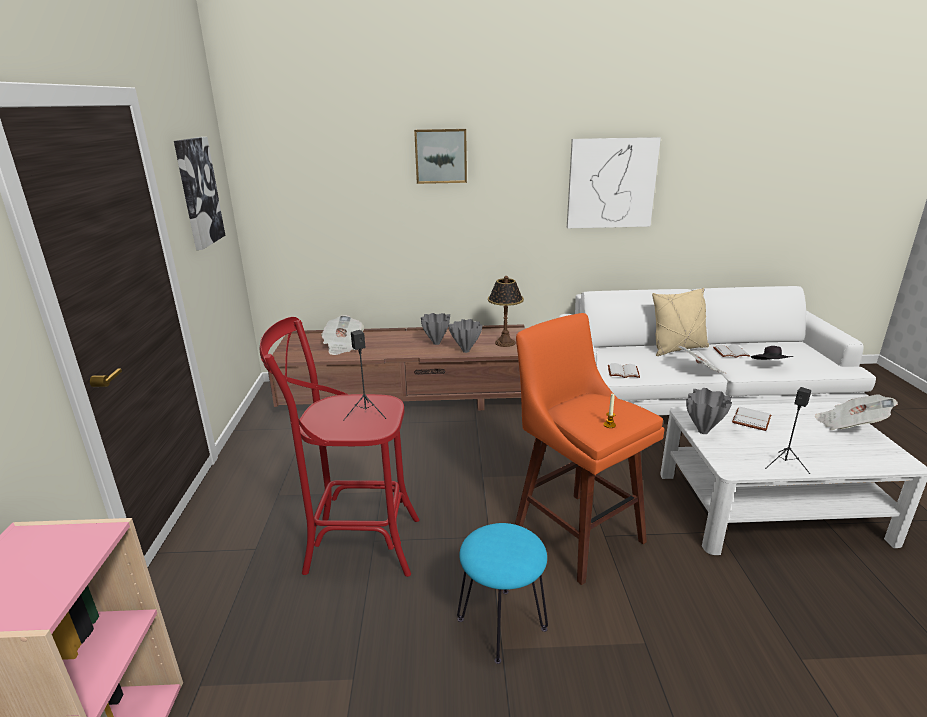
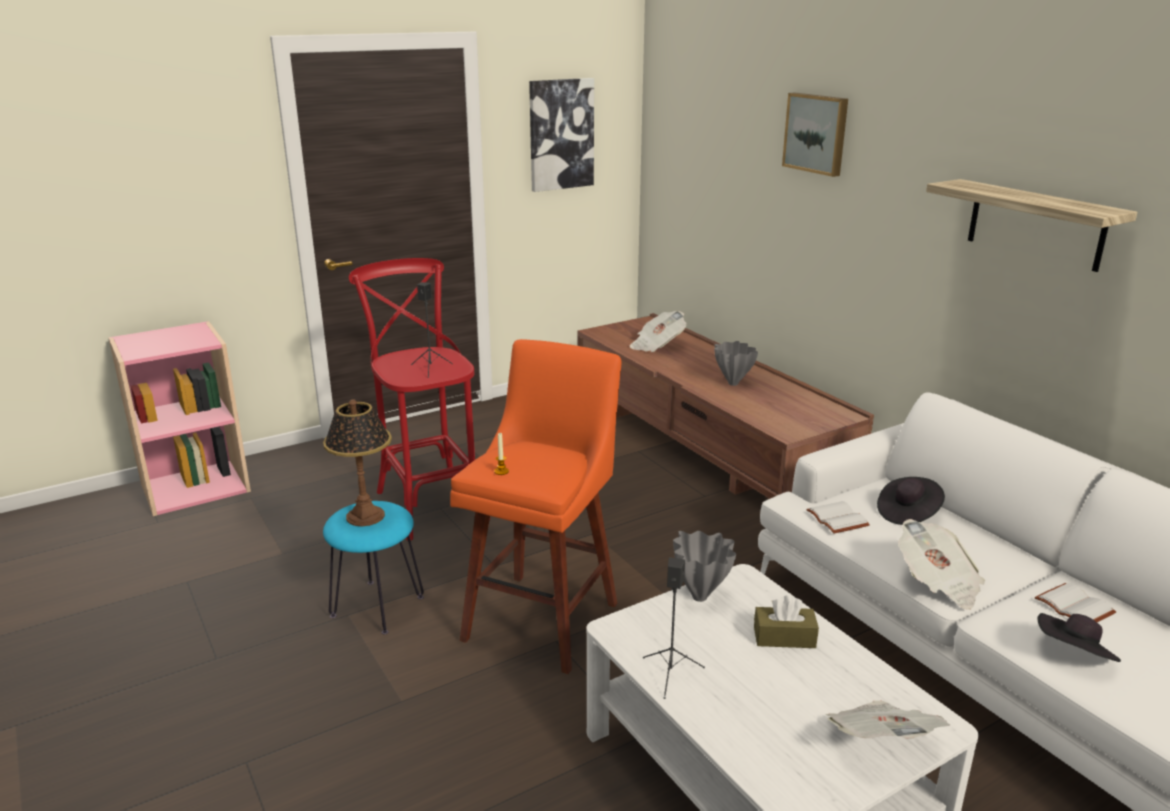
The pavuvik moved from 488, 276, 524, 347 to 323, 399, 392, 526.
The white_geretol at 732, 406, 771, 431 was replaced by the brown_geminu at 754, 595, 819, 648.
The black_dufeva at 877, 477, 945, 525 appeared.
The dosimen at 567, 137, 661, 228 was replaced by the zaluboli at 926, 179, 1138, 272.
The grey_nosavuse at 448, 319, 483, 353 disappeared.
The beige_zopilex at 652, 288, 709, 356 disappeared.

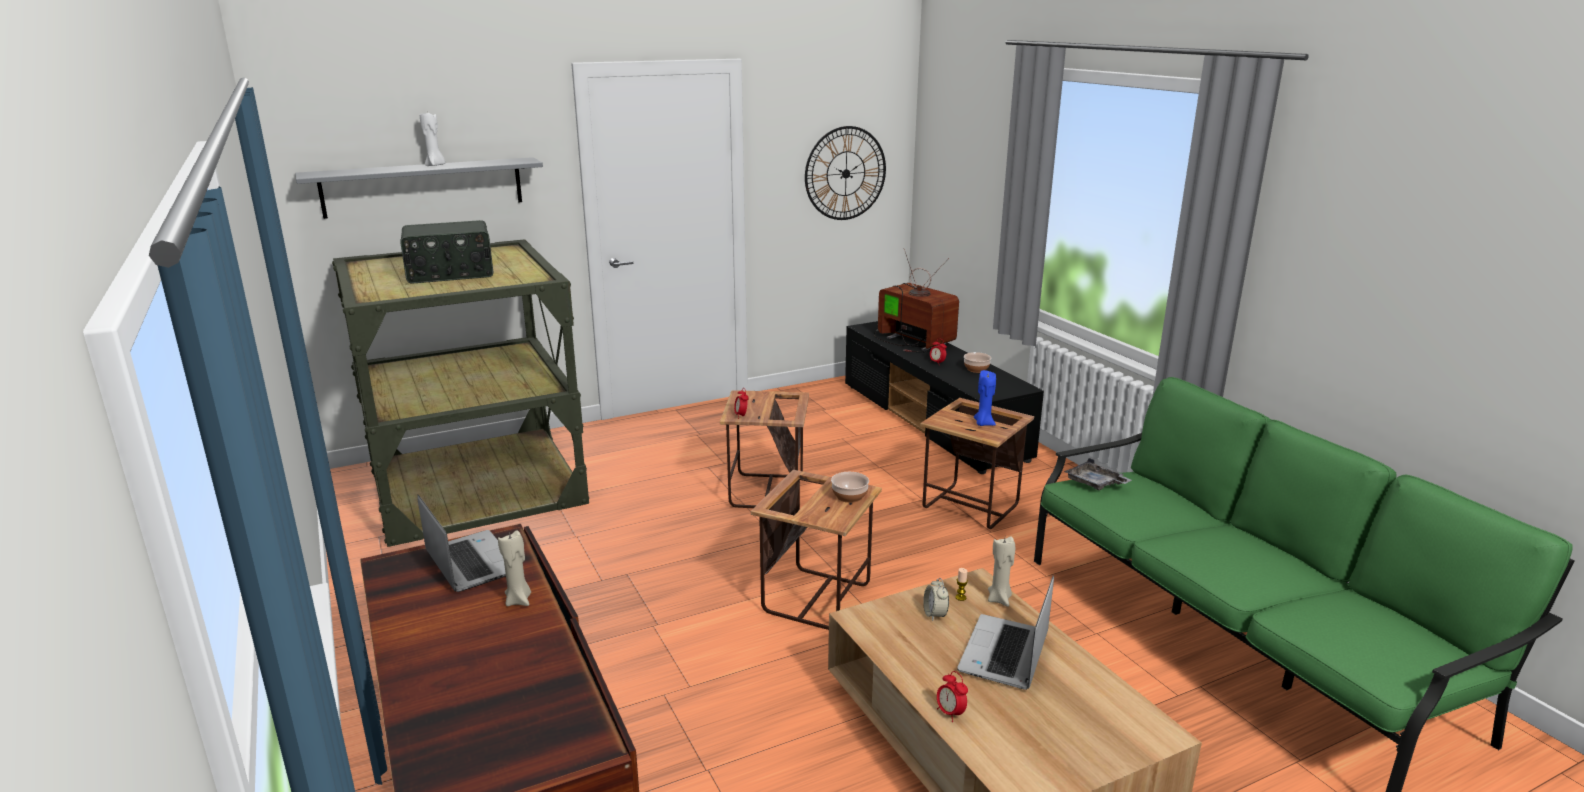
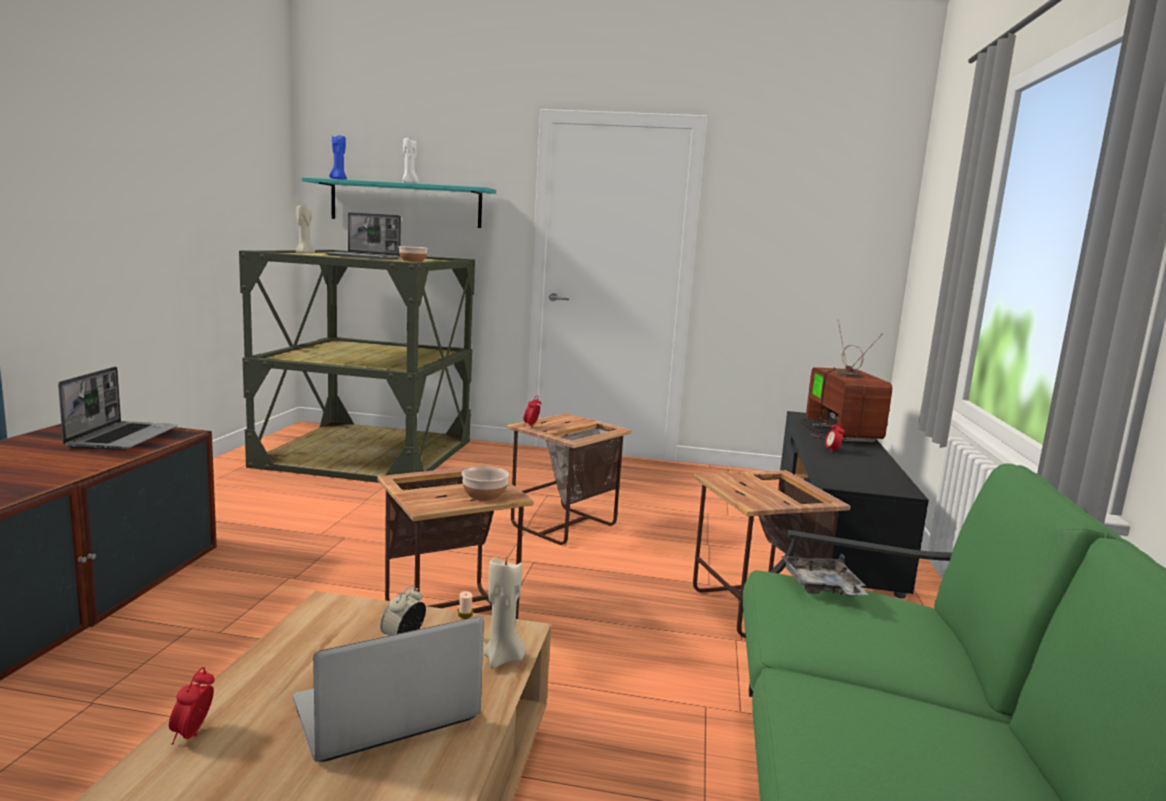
The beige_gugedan moved from 498, 530, 531, 606 to 296, 205, 315, 253.
The grey_zaluboli at 295, 157, 543, 219 became the turquoise_zaluboli at 302, 177, 496, 228.
The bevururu at 400, 220, 493, 283 was replaced by the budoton at 325, 212, 401, 259.
The blue_gugedan moved from 974, 370, 996, 426 to 329, 135, 347, 180.
The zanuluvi moved from 964, 352, 991, 373 to 399, 246, 428, 262.
The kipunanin at 805, 126, 886, 220 disappeared.

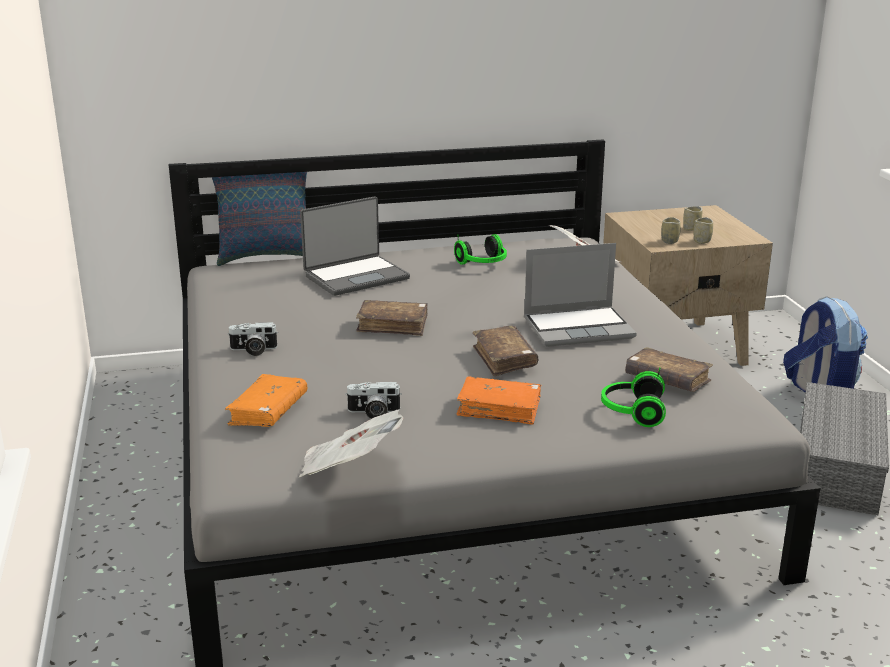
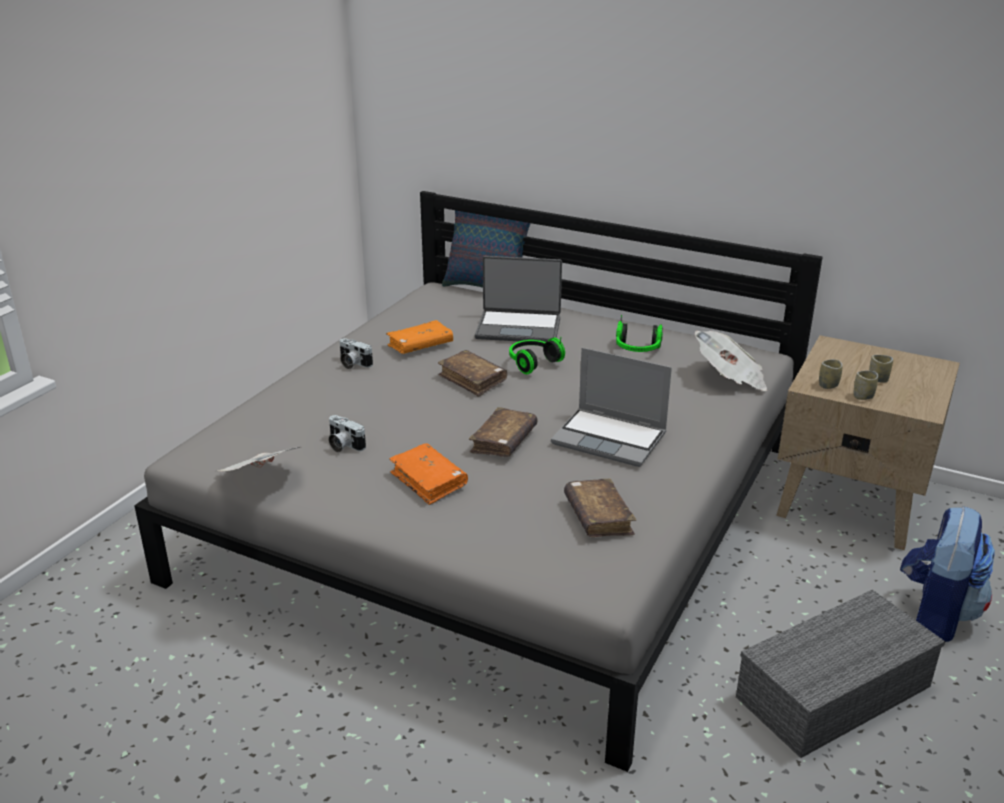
The orange_geretol moved from 225, 374, 307, 427 to 386, 320, 453, 354.
The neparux moved from 601, 368, 666, 427 to 509, 337, 565, 374.

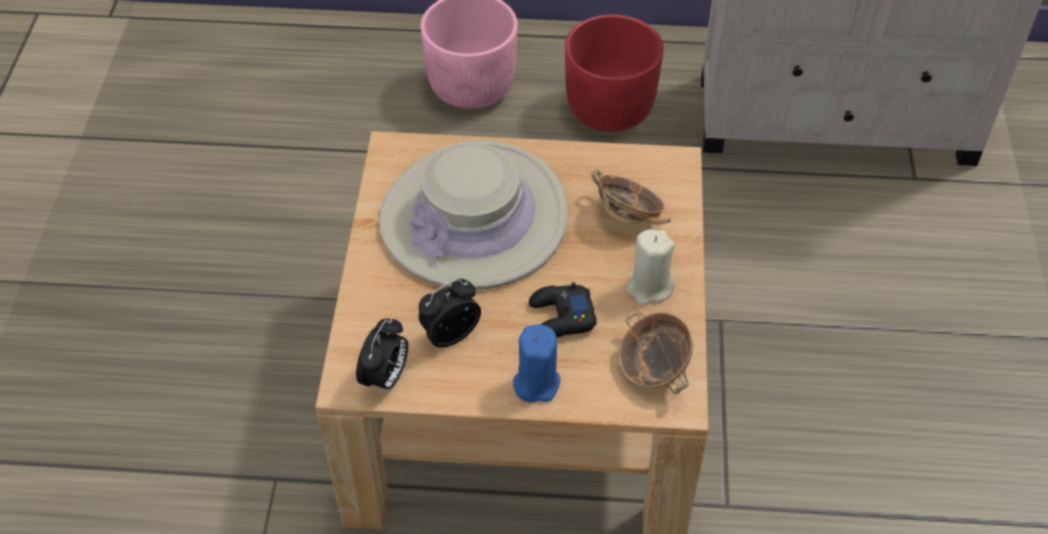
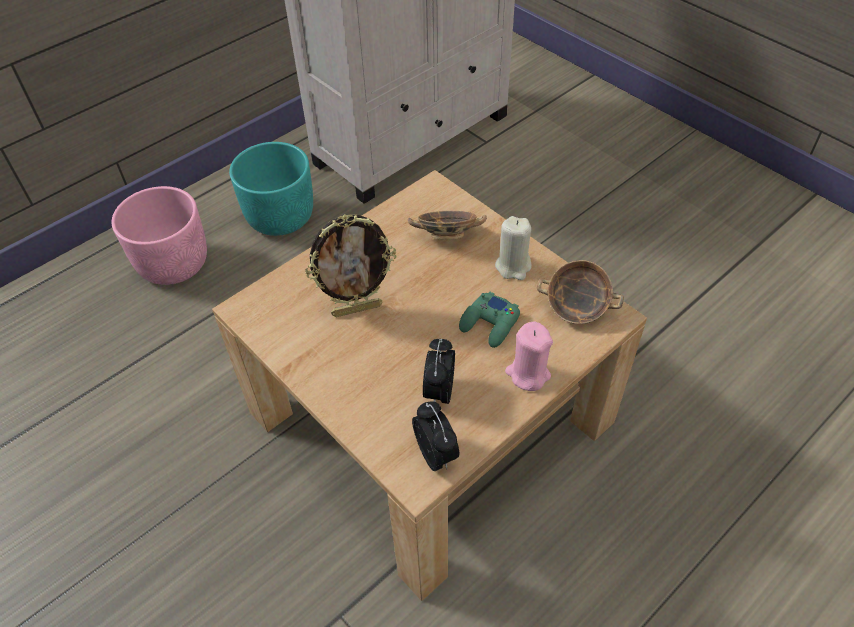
The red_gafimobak at 565, 14, 664, 132 became the turquoise_gafimobak at 229, 142, 313, 236.
The beige_dufeva at 379, 140, 568, 289 was replaced by the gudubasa at 305, 214, 396, 317.
The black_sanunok at 529, 282, 597, 338 became the green_sanunok at 459, 292, 520, 348.
The blue_gugedan at 513, 324, 560, 402 became the pink_gugedan at 505, 322, 553, 391.

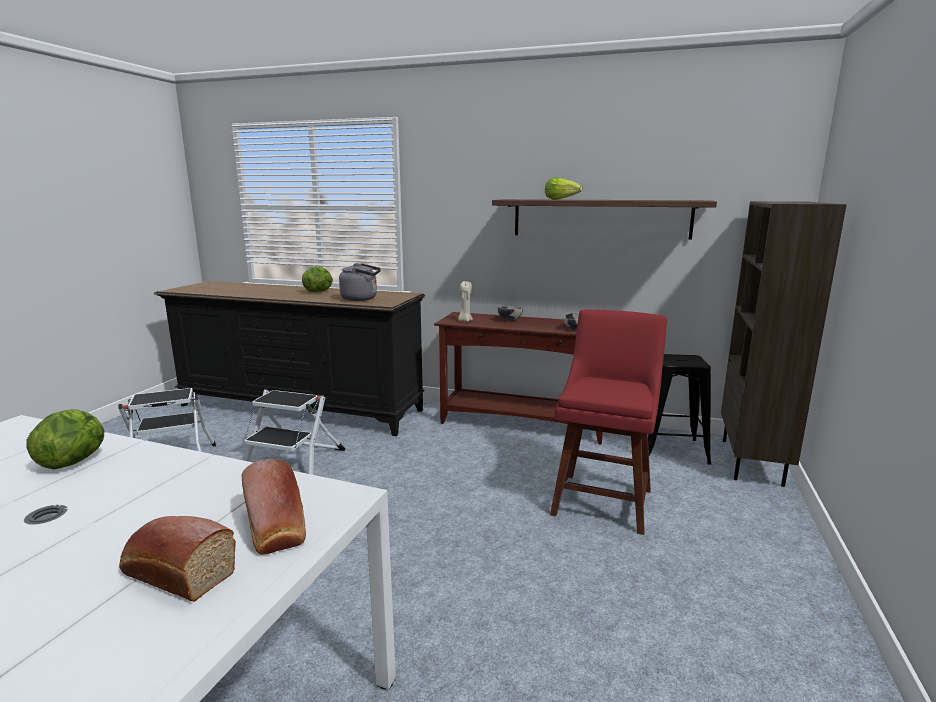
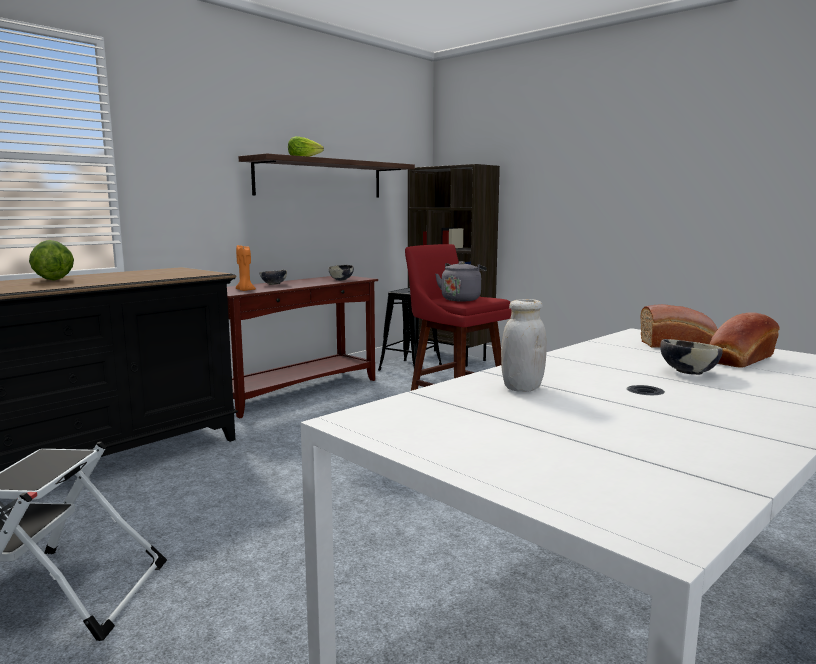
The beige_gugedan at 458, 281, 473, 322 became the orange_gugedan at 236, 245, 256, 291.
The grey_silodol moved from 339, 263, 381, 301 to 435, 261, 487, 301.
The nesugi at 26, 409, 104, 470 was replaced by the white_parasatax at 501, 299, 547, 392.
The zanuluvi at 660, 339, 723, 375 appeared.
The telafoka at 244, 388, 346, 475 disappeared.

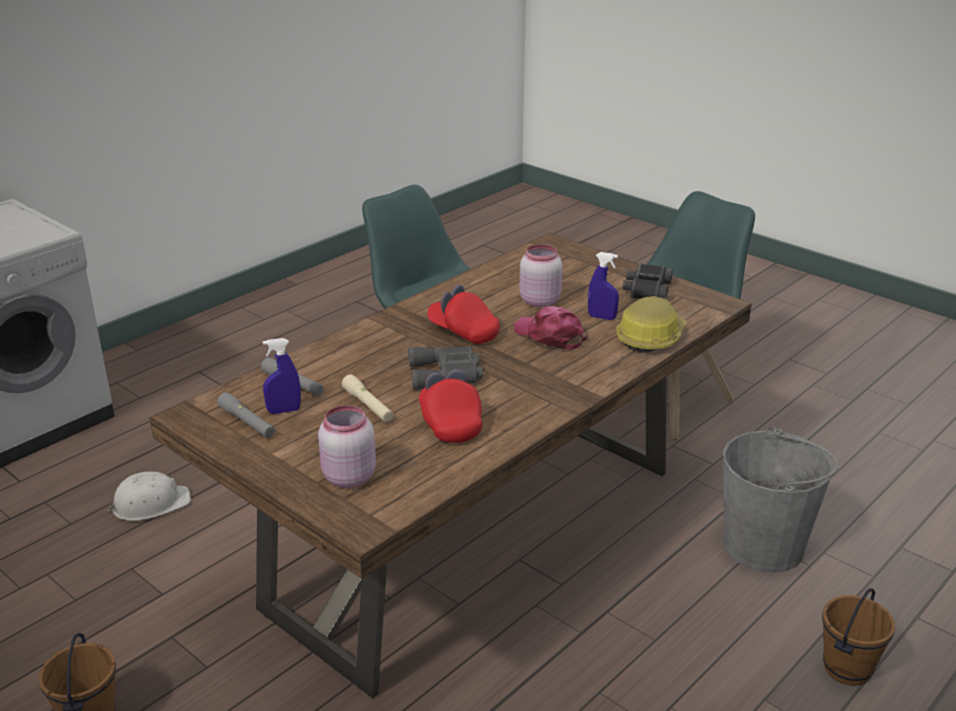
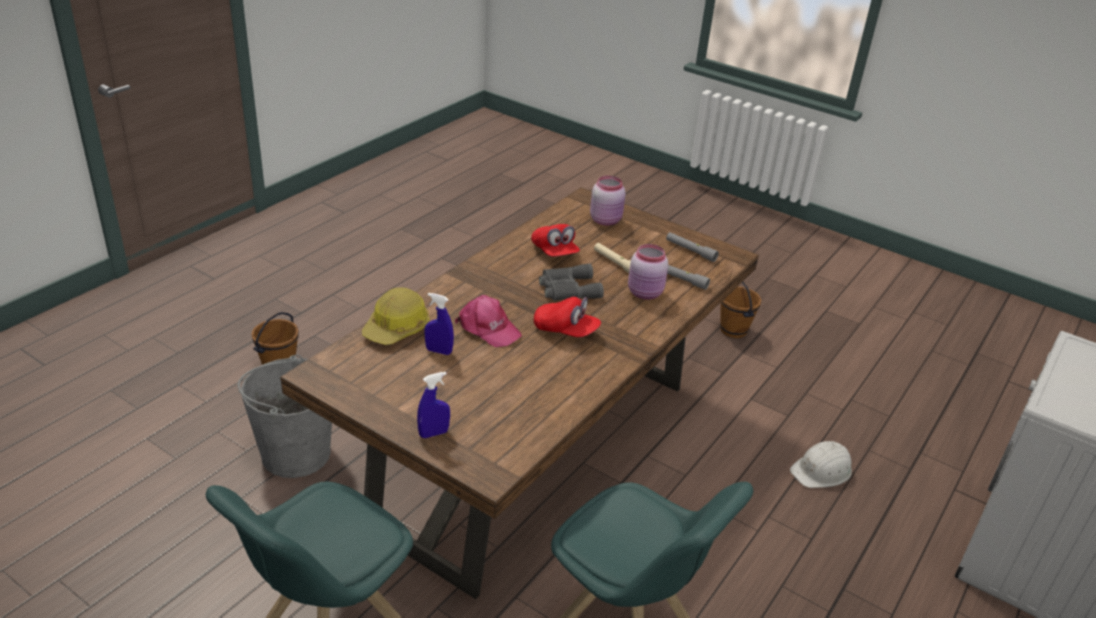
The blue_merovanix moved from 263, 338, 301, 414 to 417, 372, 450, 438.
The pink_parasatax moved from 519, 244, 562, 307 to 628, 244, 668, 300.
The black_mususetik at 622, 263, 673, 299 disappeared.

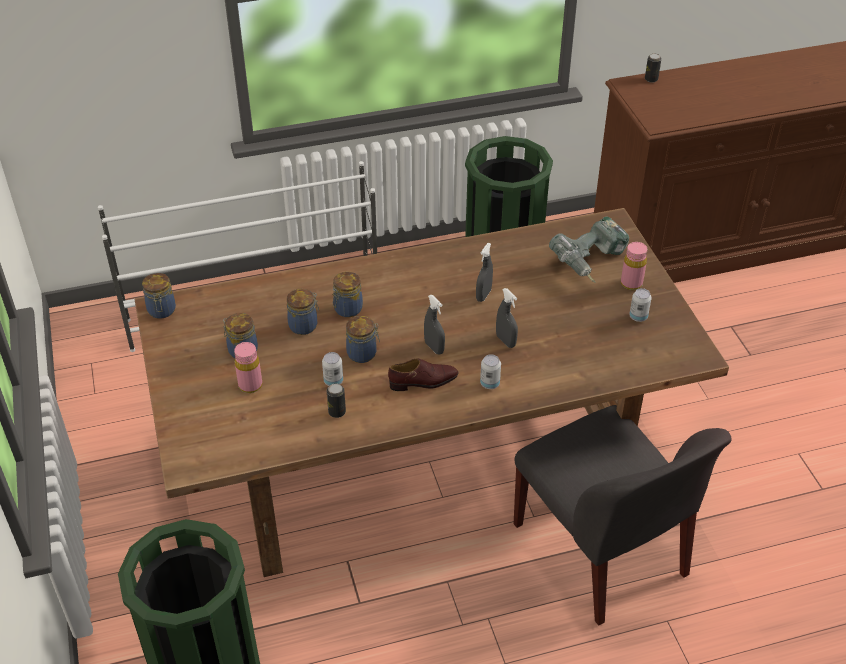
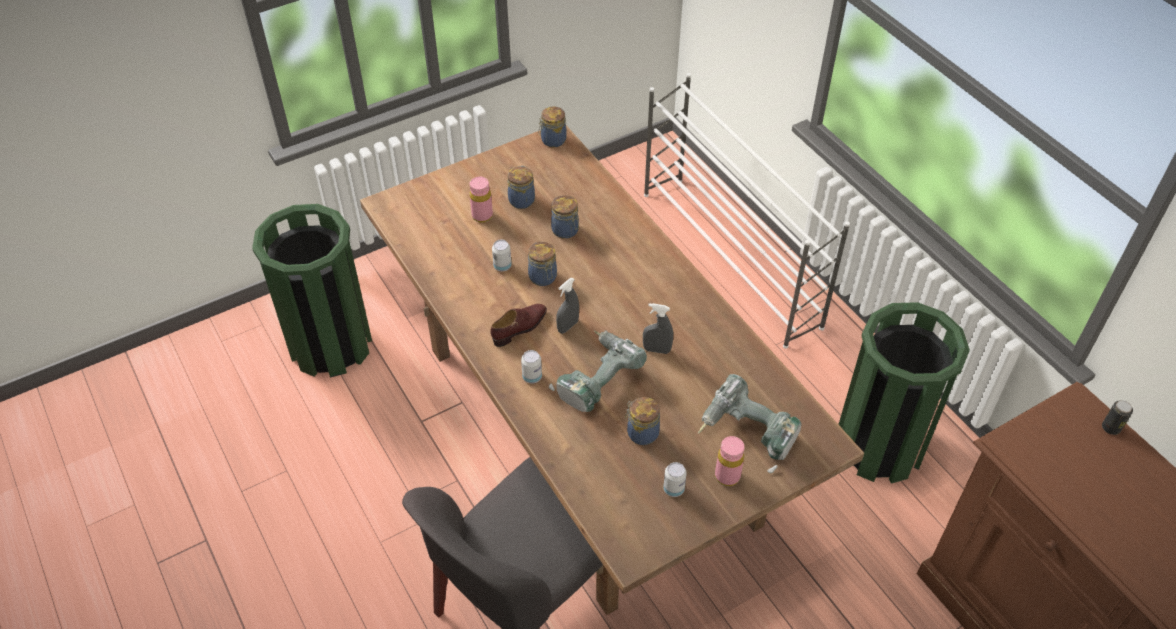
The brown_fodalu at 388, 358, 458, 391 turned 105 degrees counterclockwise.
The grey_merovanix at 496, 288, 518, 348 was replaced by the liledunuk at 549, 330, 647, 412.
The parasatax moved from 332, 272, 363, 317 to 625, 397, 660, 445.
The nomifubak at 327, 383, 346, 418 disappeared.

